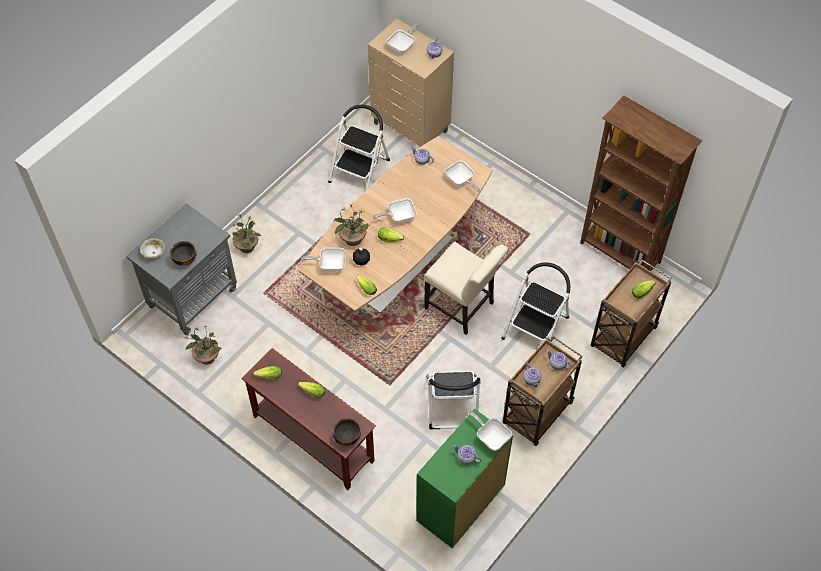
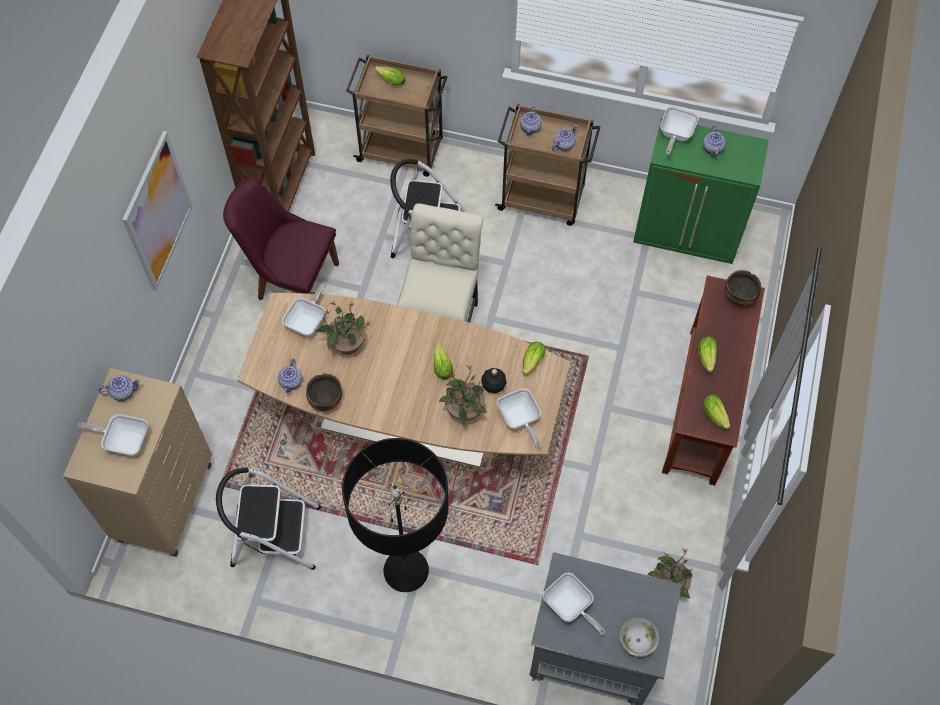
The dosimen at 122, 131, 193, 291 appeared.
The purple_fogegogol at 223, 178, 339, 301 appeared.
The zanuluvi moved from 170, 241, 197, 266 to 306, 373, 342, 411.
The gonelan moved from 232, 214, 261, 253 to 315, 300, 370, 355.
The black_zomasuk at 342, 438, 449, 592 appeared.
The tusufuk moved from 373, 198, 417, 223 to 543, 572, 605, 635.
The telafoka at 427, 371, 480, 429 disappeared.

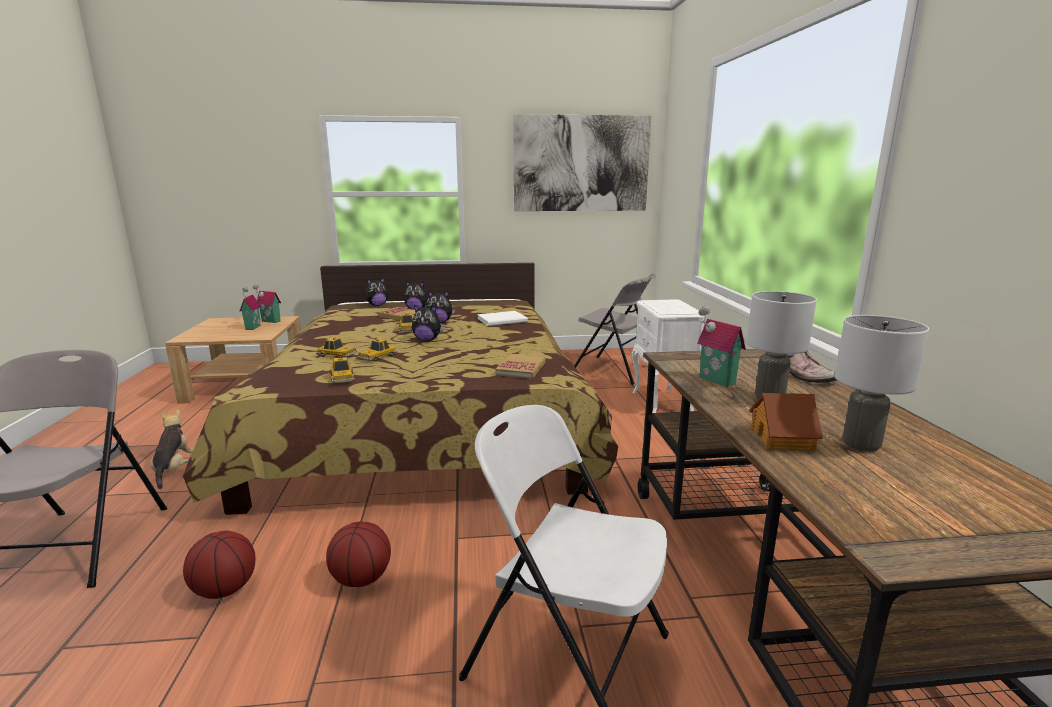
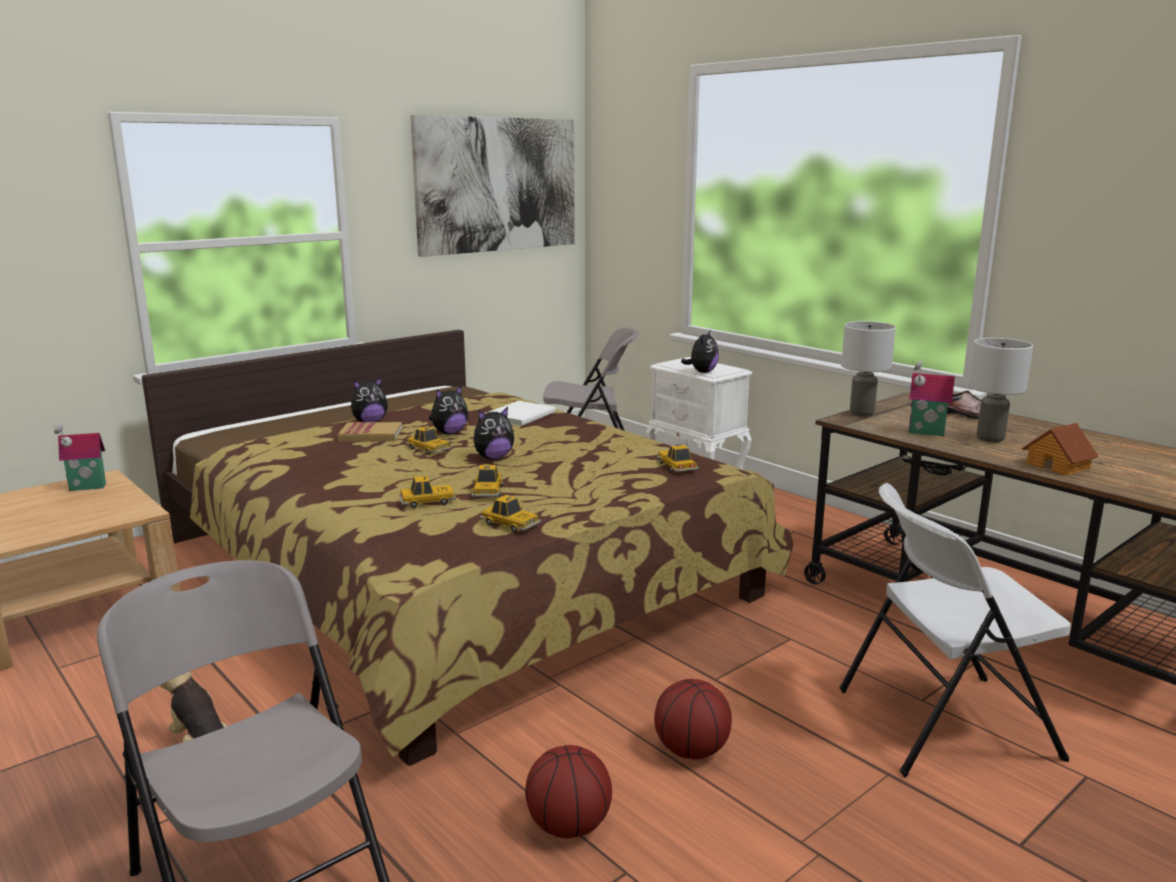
The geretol at 495, 354, 546, 379 was replaced by the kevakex at 657, 444, 699, 473.
The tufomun moved from 366, 278, 388, 306 to 681, 330, 719, 373.
The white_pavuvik moved from 834, 315, 929, 452 to 841, 321, 896, 416.
The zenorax at 239, 287, 261, 330 disappeared.

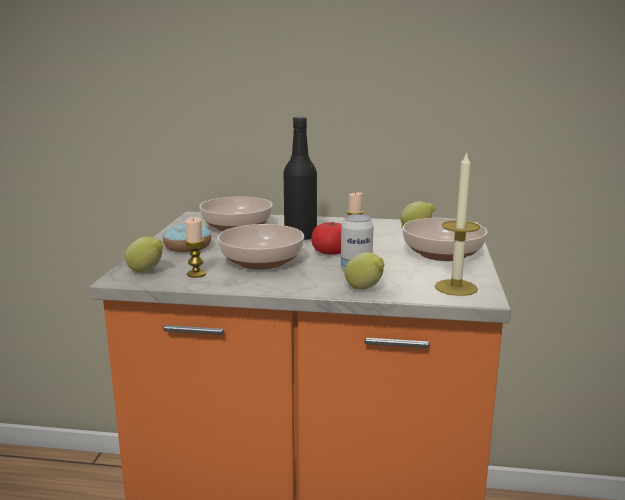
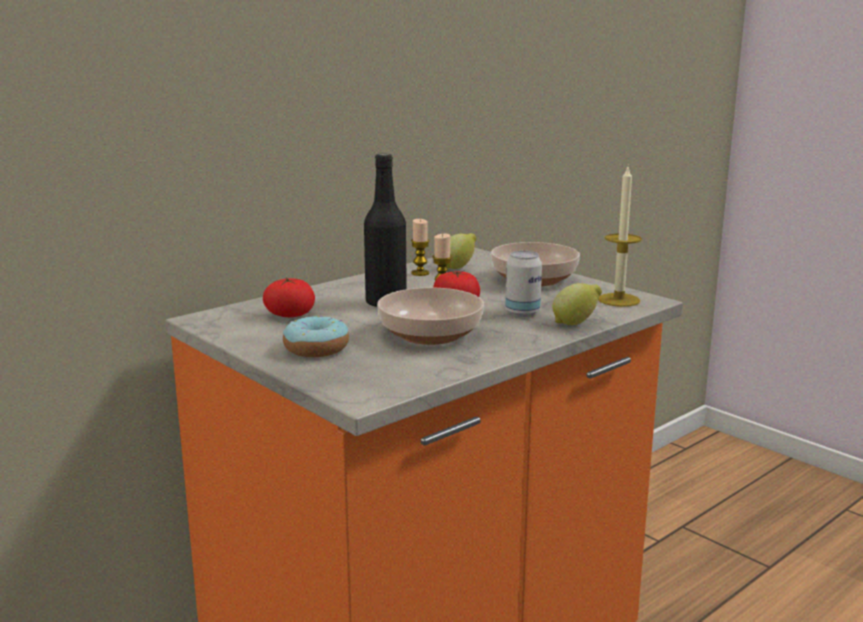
The zanuluvi at 199, 196, 273, 231 was replaced by the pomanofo at 263, 277, 315, 317.
The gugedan moved from 184, 217, 206, 278 to 411, 219, 430, 276.
The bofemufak at 125, 237, 163, 273 disappeared.

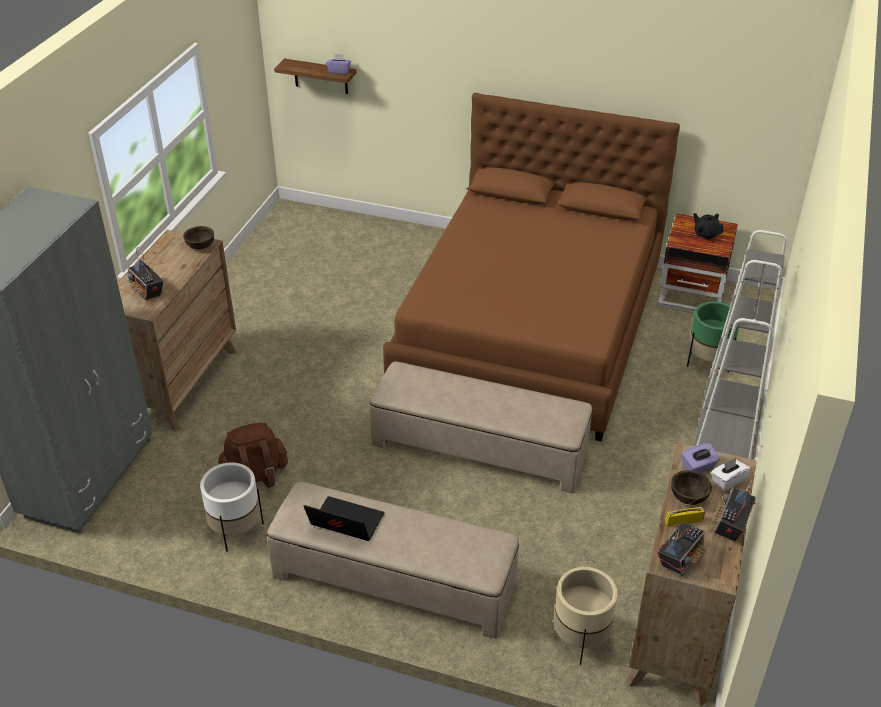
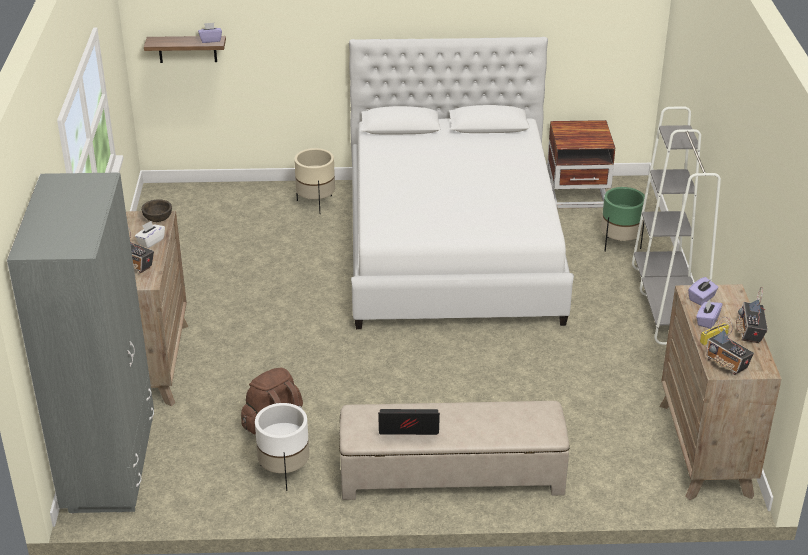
The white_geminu moved from 711, 458, 751, 491 to 135, 221, 165, 248.
The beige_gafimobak moved from 554, 567, 618, 665 to 294, 148, 335, 214.
The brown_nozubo at 383, 93, 680, 441 became the white_nozubo at 349, 37, 574, 329.
The brown_zanuluvi at 671, 470, 712, 505 was replaced by the purple_geminu at 696, 299, 723, 329.
The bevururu at 658, 522, 706, 576 turned 120 degrees clockwise.
The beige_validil at 370, 361, 592, 493 disappeared.
The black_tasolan at 693, 213, 723, 240 disappeared.

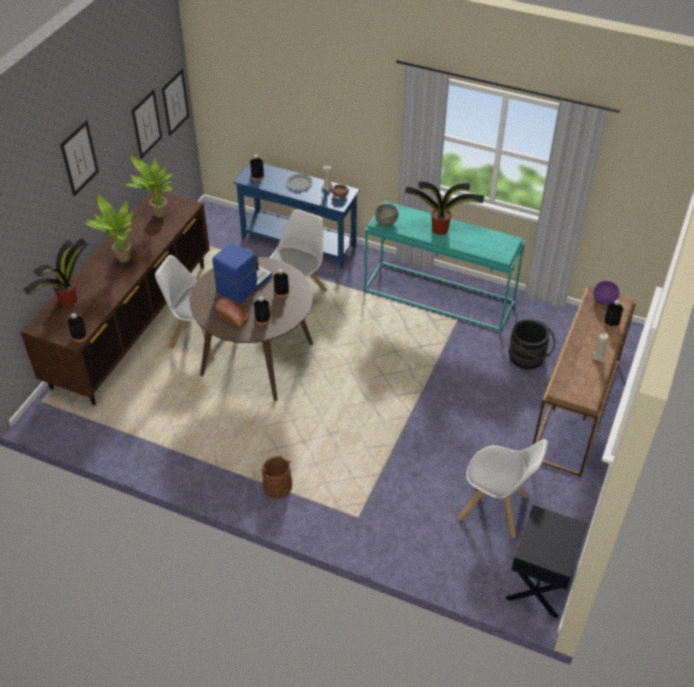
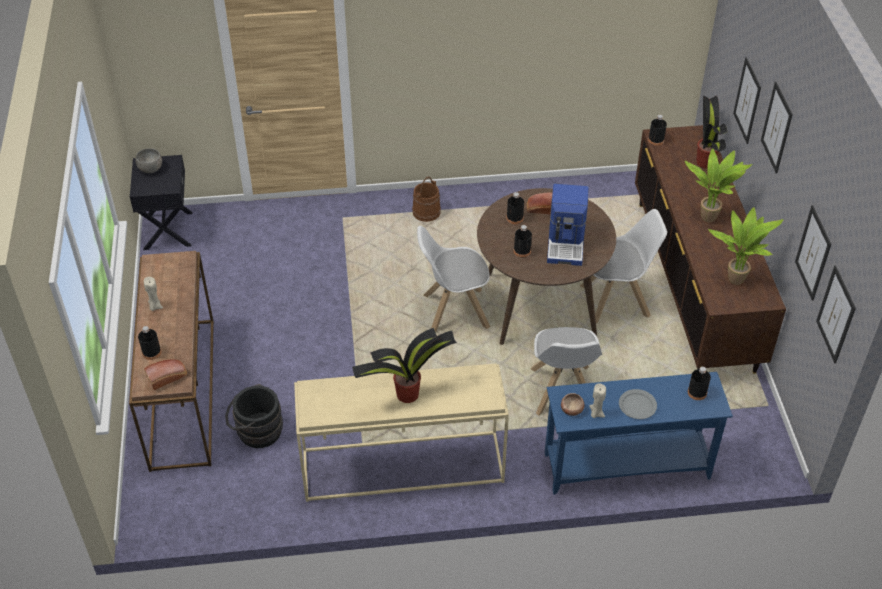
The grey_zanuluvi moved from 375, 204, 398, 226 to 135, 148, 162, 173.
The purple_zanuluvi at 593, 281, 619, 305 was replaced by the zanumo at 144, 359, 187, 390.
The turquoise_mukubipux at 364, 201, 525, 332 became the beige_mukubipux at 294, 364, 509, 502.
The fogegogol moved from 457, 439, 548, 538 to 417, 226, 490, 332.
The dosimen at 733, 57, 761, 144 appeared.

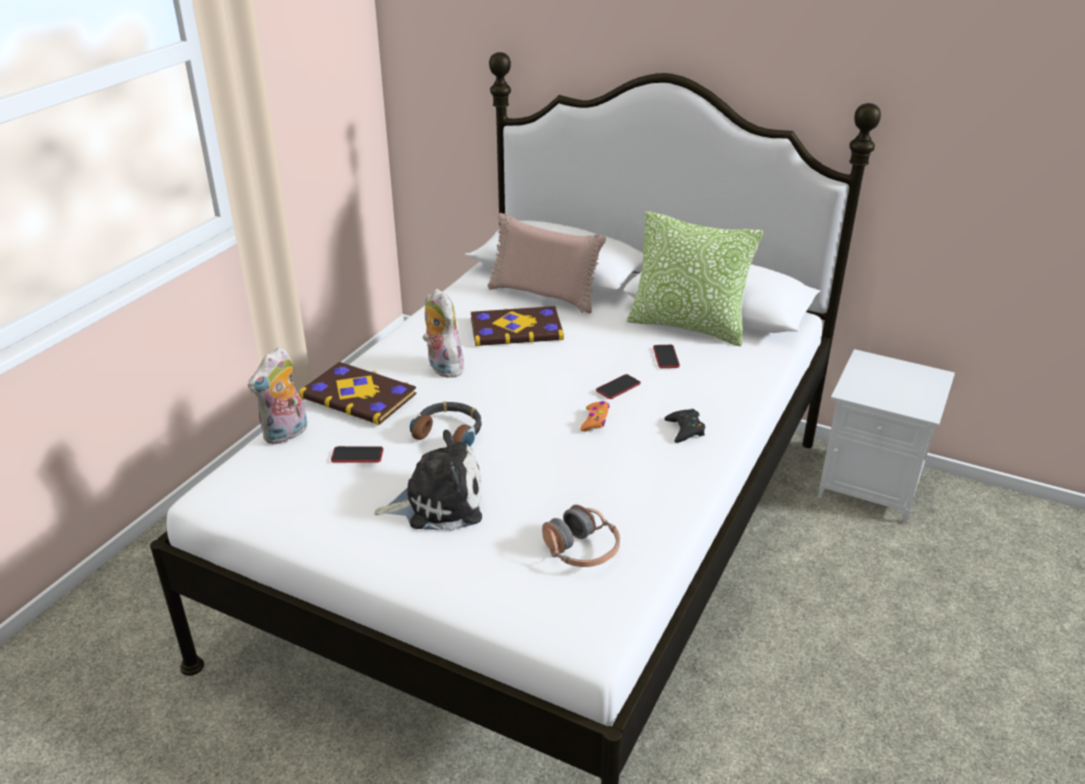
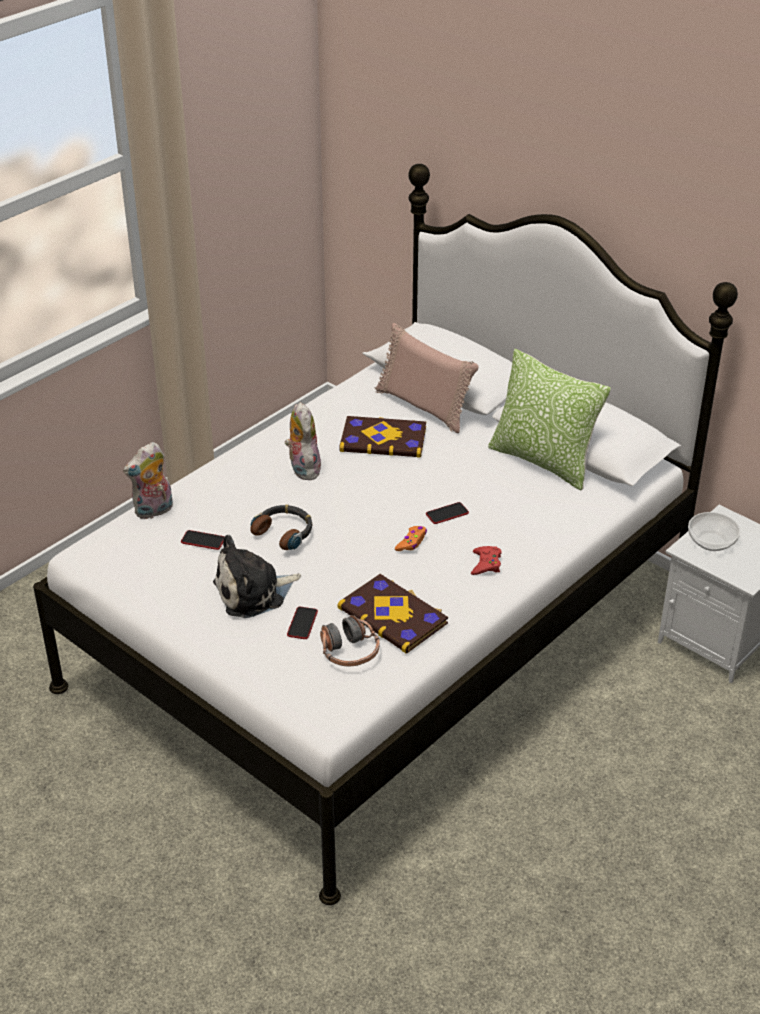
The tufomun at 374, 430, 482, 531 turned 150 degrees clockwise.
The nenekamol moved from 653, 345, 680, 368 to 287, 607, 318, 639.
The geretol moved from 299, 362, 417, 425 to 337, 574, 448, 654.
The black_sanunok at 664, 409, 705, 443 became the red_sanunok at 471, 546, 502, 575.
The zanuluvi at 688, 512, 741, 551 appeared.

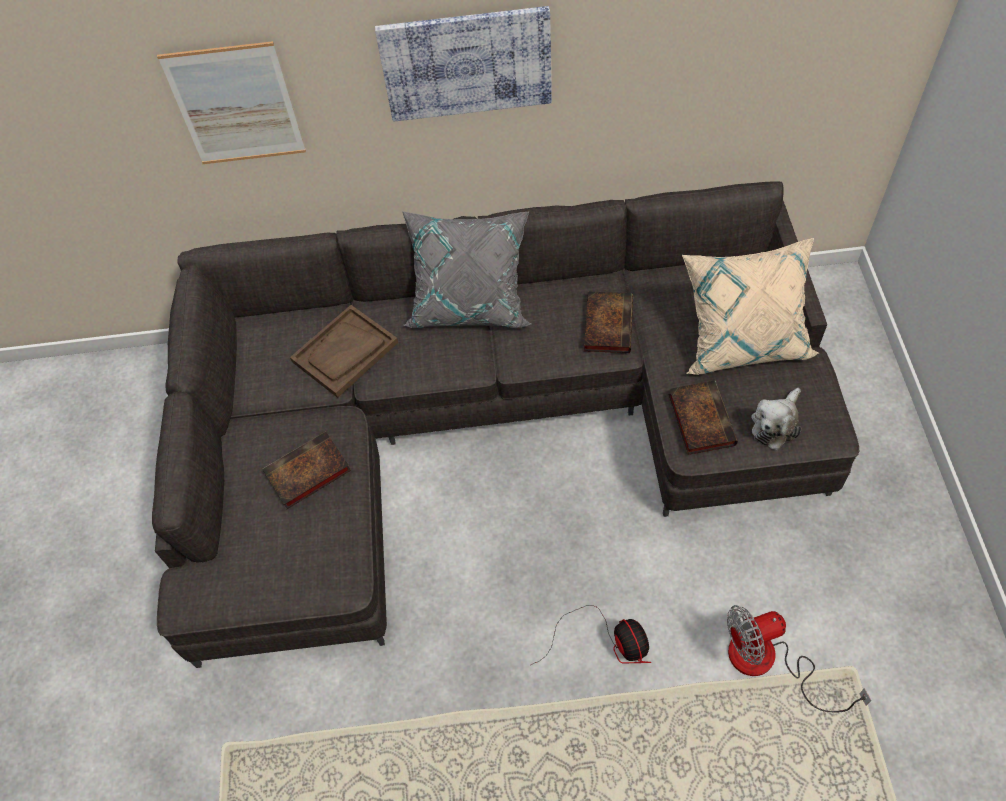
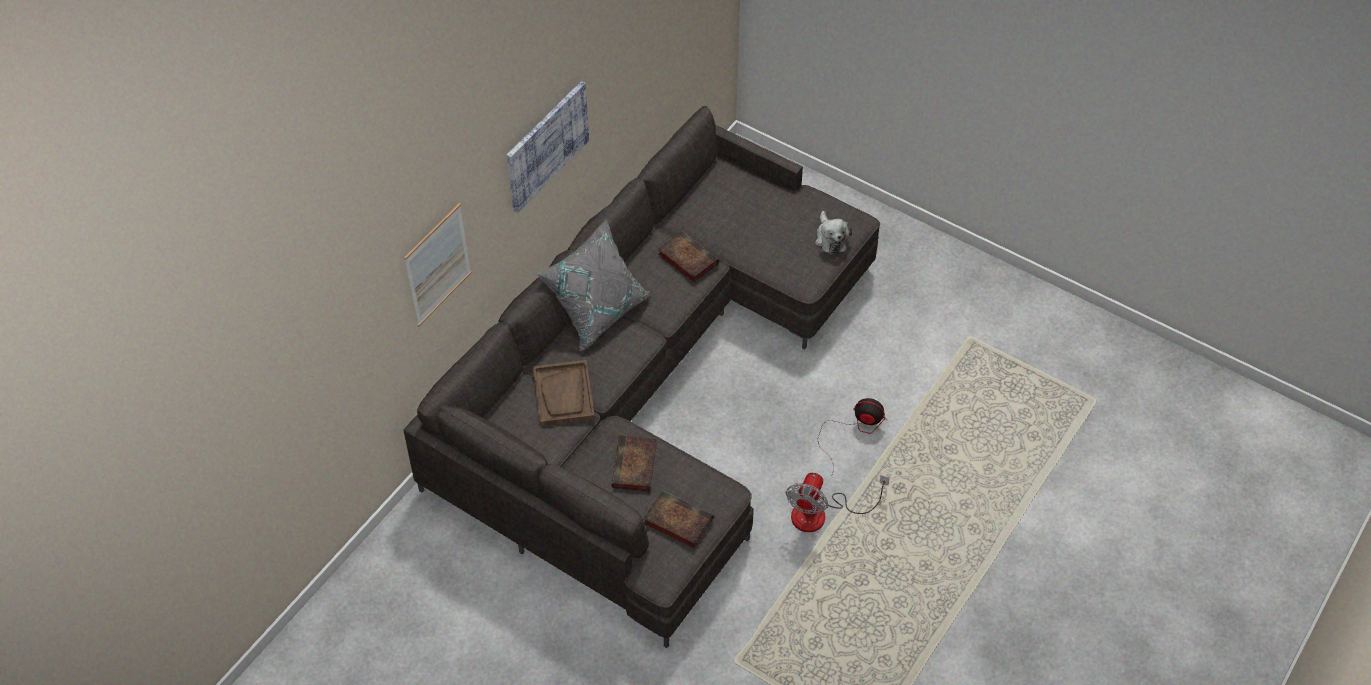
The geretol moved from 668, 380, 738, 455 to 643, 490, 713, 548.
The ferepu moved from 727, 605, 871, 713 to 786, 473, 890, 532.
The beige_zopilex at 682, 238, 819, 375 disappeared.

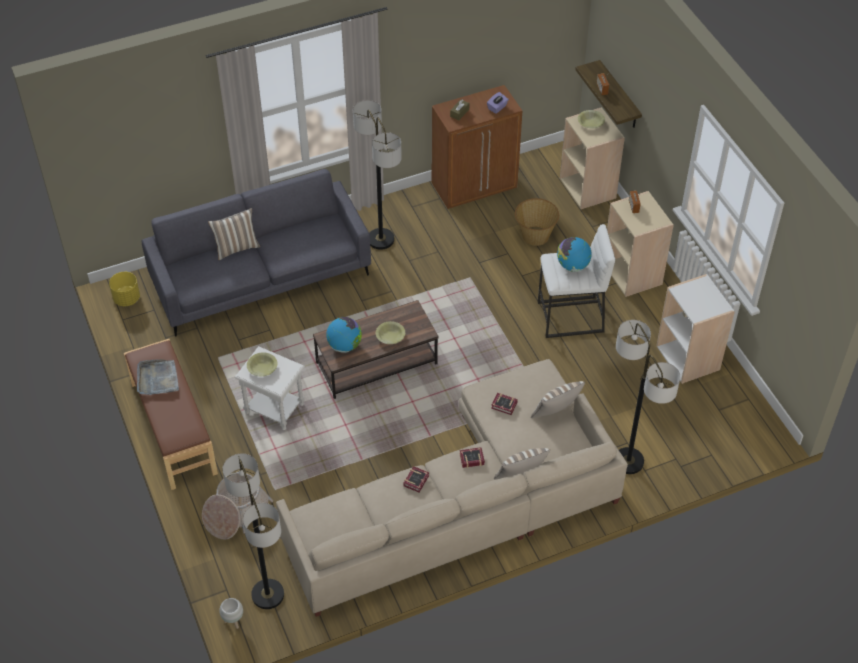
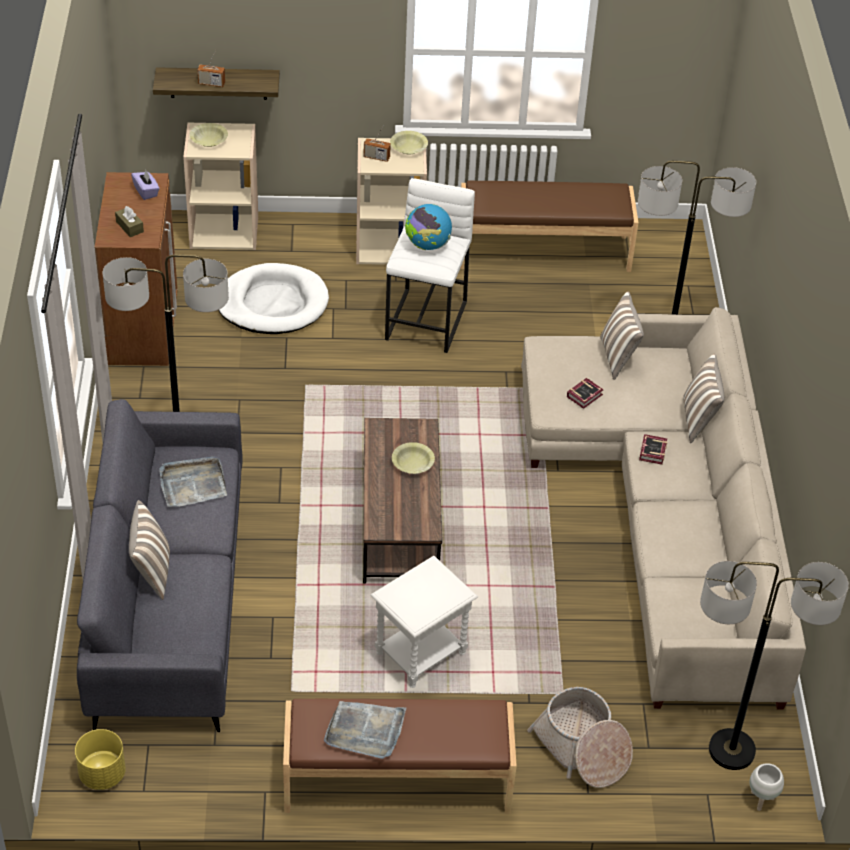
The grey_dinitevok at 159, 456, 227, 507 appeared.
The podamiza at 515, 198, 559, 246 was replaced by the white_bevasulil at 218, 263, 329, 334.
The yellow_zanuluvi moved from 247, 352, 277, 377 to 390, 131, 428, 154.
The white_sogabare at 656, 274, 735, 384 was replaced by the brown_validil at 460, 181, 639, 272.
The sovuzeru at 326, 317, 362, 353 disappeared.
The geretol at 403, 466, 429, 493 disappeared.

